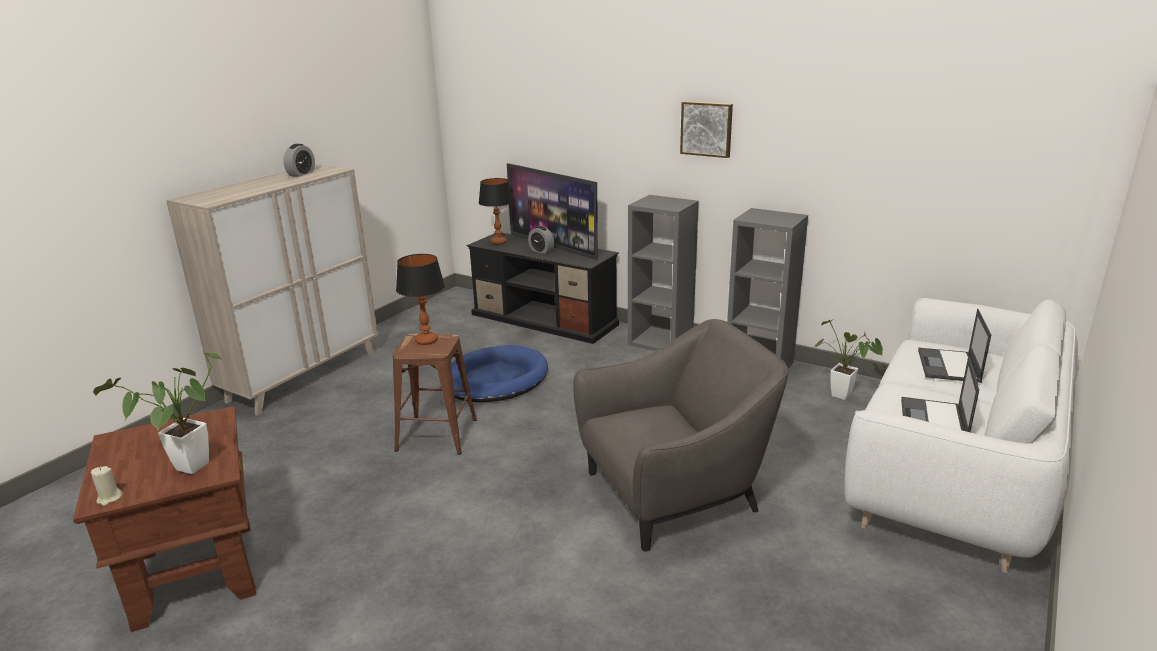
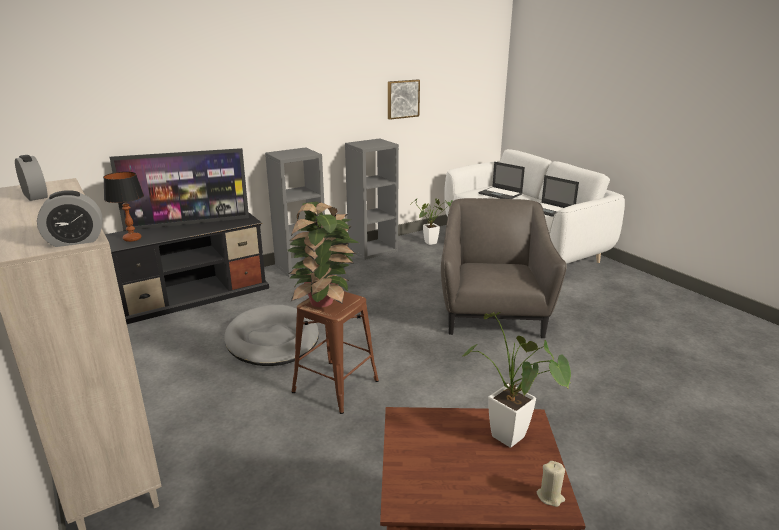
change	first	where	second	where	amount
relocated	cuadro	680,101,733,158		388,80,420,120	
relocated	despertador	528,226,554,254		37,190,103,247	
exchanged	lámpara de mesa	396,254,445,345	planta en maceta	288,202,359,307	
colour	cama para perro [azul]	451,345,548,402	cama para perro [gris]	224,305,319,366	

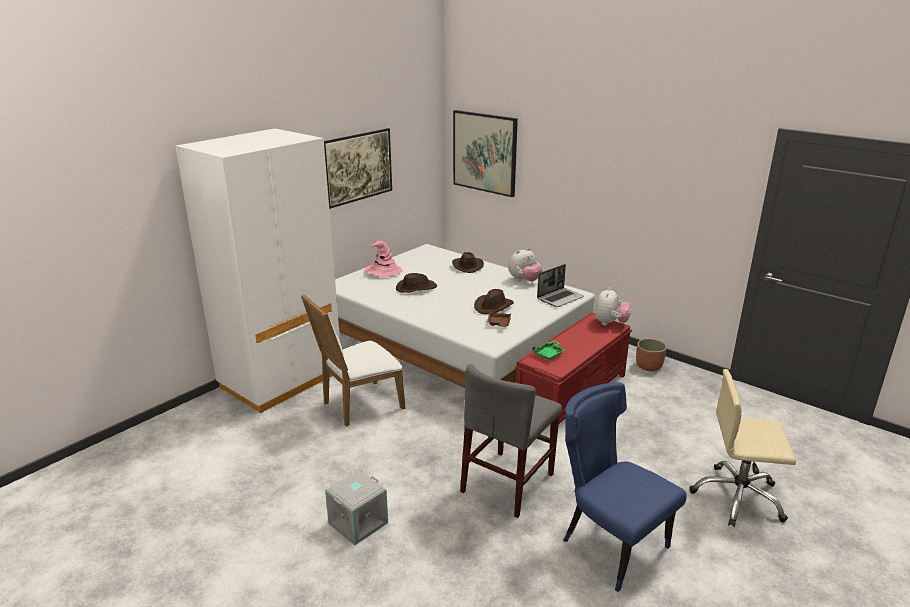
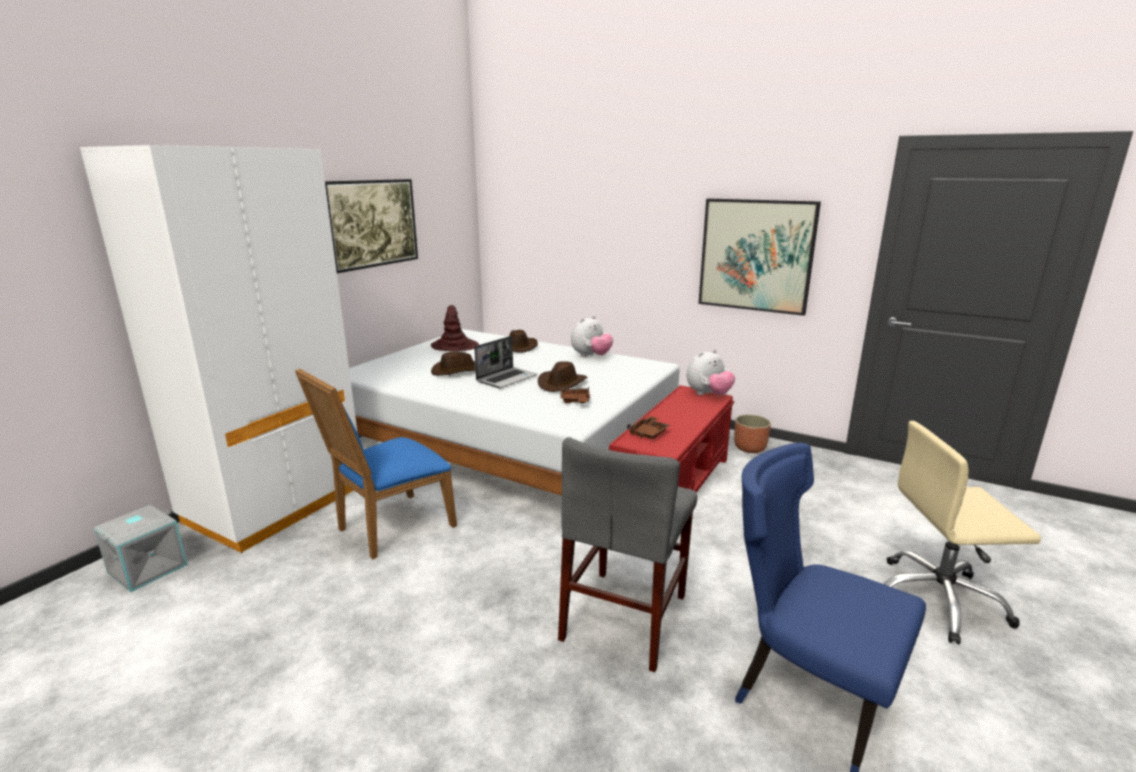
change	first	where	second	where	amount
relocated	cuadro	453,110,518,197		698,198,821,316	
missing	sombrero [rosa]	364,241,403,277			
relocated	portátil	537,264,584,307		474,336,537,388	
spun	peluche	594,287,631,326		687,349,735,395	45 degrees clockwise
colour	silla [blanco]	301,294,406,426	silla [azul]	295,368,457,559	
colour	bandeja [verde]	532,341,565,360	bandeja [marrón]	627,416,670,439	
relocated	caja de almacenaje [gris]	325,470,388,545		93,505,188,592	
appeared			sombrero [marrón]	431,305,479,351	

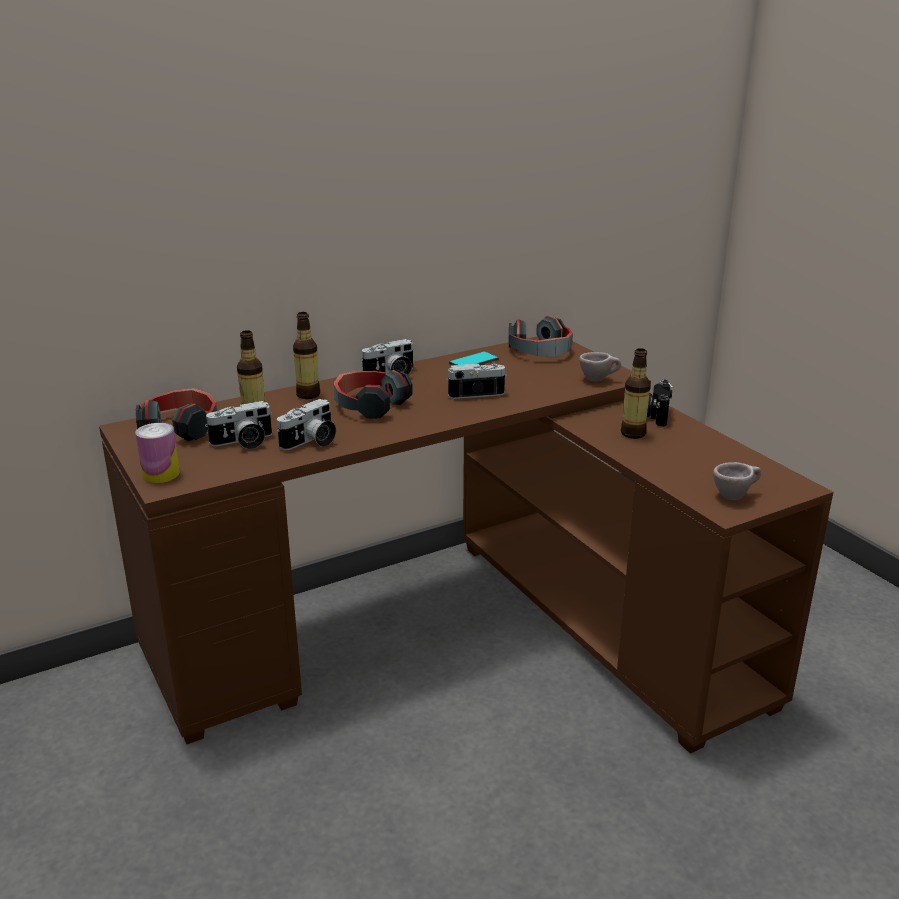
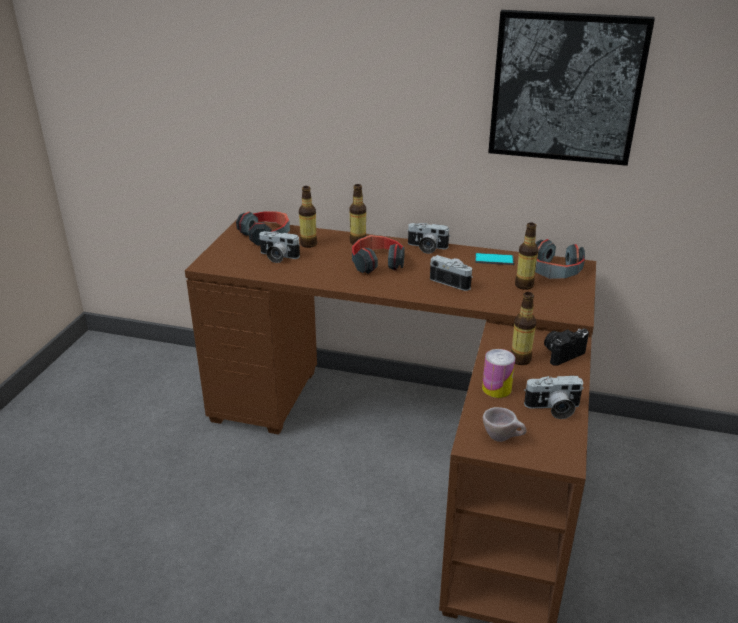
change	first	where	second	where	amount
missing	taza [beis]	579,352,621,381			
relocated	cámara	277,399,336,450		524,375,584,419	
relocated	lata	135,423,180,483		482,349,515,398	
appeared			cuadro	488,10,655,166	
appeared			botella	515,222,538,290	

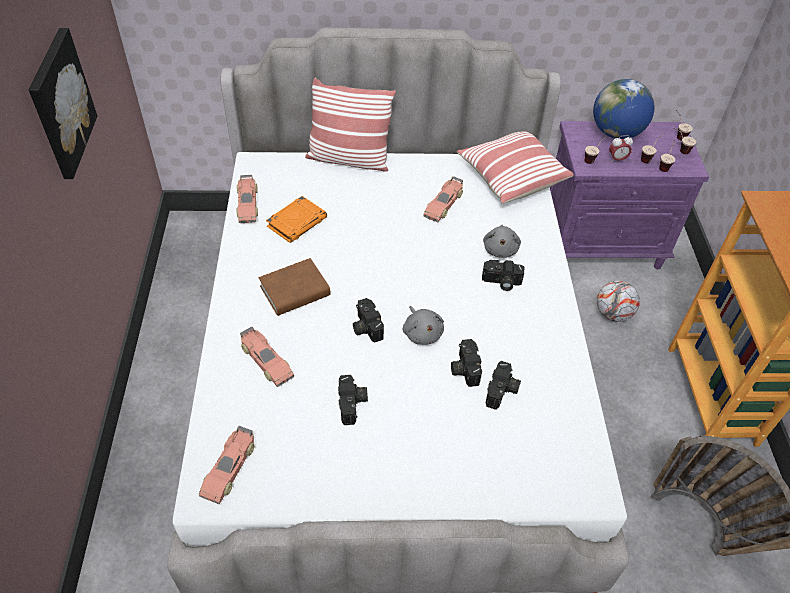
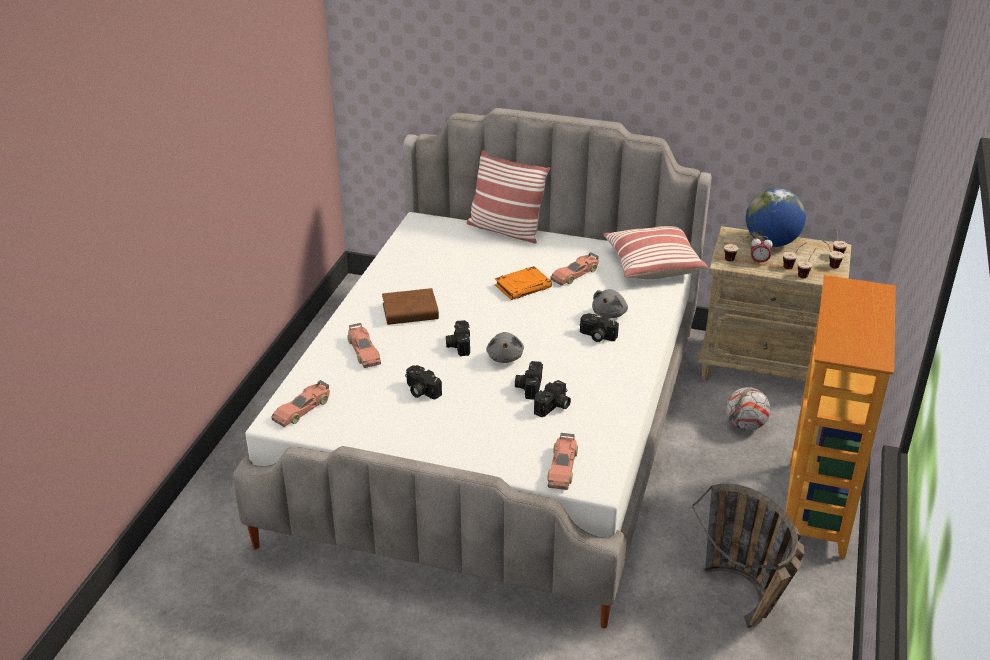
change	first	where	second	where	amount
missing	cuadro	29,28,97,179			
colour	mesita de noche [morado]	550,121,709,269	mesita de noche [beis]	698,226,851,381	
relocated	coche de juguete	237,175,258,223		547,433,578,490	
relocated	libro [naranja]	266,196,327,243		495,266,552,300	
spun	cámara	338,375,368,425		405,365,442,400	120 degrees clockwise

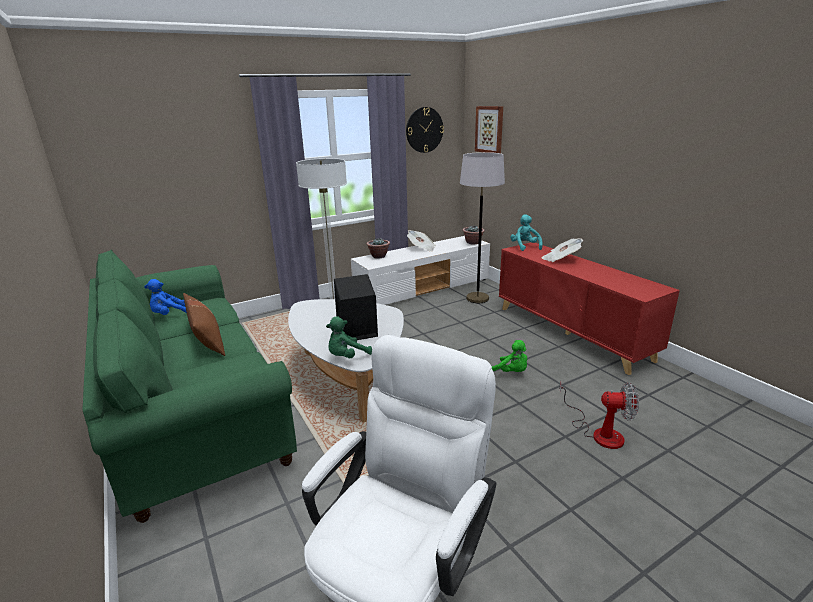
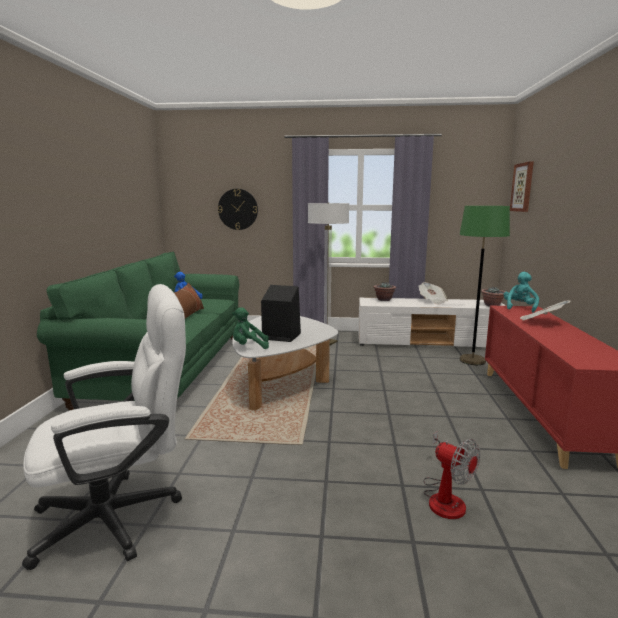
change	first	where	second	where	amount
relocated	reloj de pared	406,107,444,153		218,189,258,230	
colour	lámpara de pie [gris]	460,152,505,303	lámpara de pie [verde]	459,206,510,365	
missing	peluche [verde]	492,340,527,372			

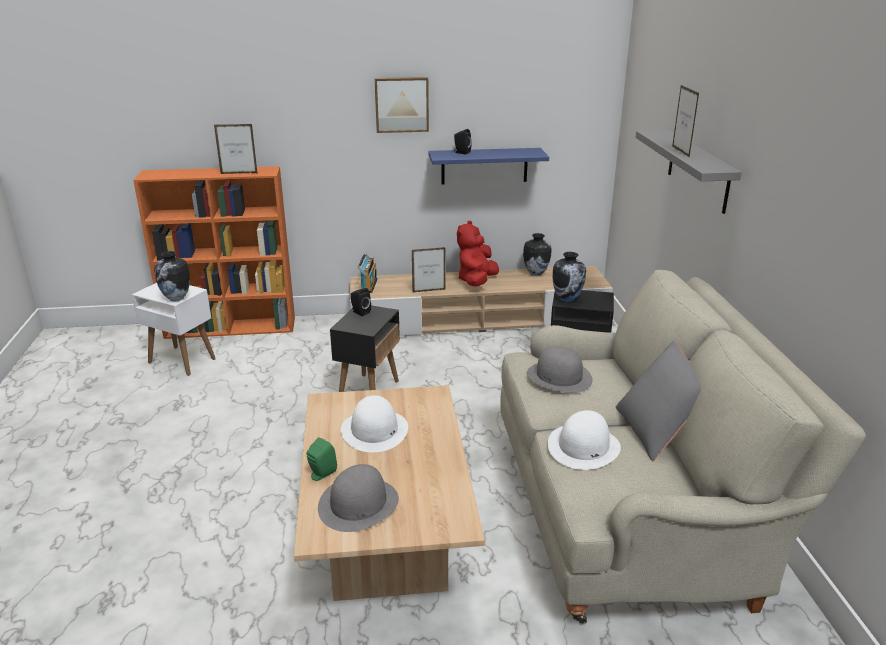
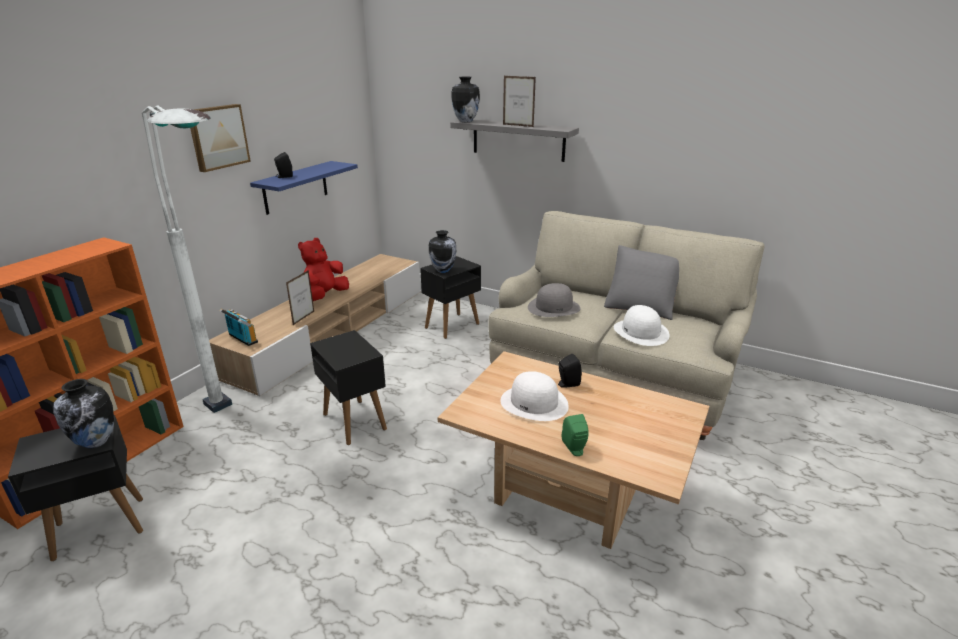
change	first	where	second	where	amount
missing	portarretratos	214,124,257,174			
spun	peluche [rojo]	457,221,499,287		298,238,349,301	60 degrees clockwise
relocated	florero	523,233,552,276		452,77,480,122	
colour	mesa auxiliar [blanco]	132,283,216,376	mesa auxiliar [negro]	8,415,143,561	
relocated	altavoz [negro]	351,288,371,316		558,354,582,388	
missing	sombrero [gris]	318,464,399,532			
appeared			lámpara de pie [blanco]	142,106,232,413	

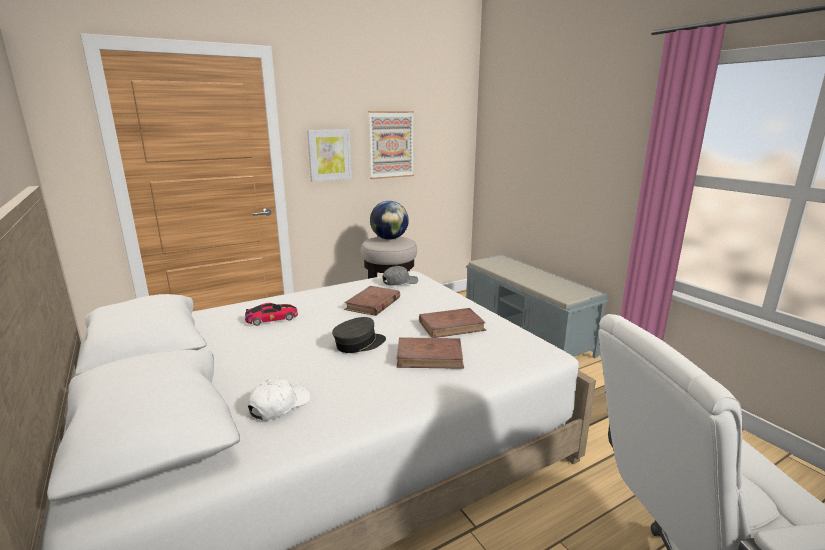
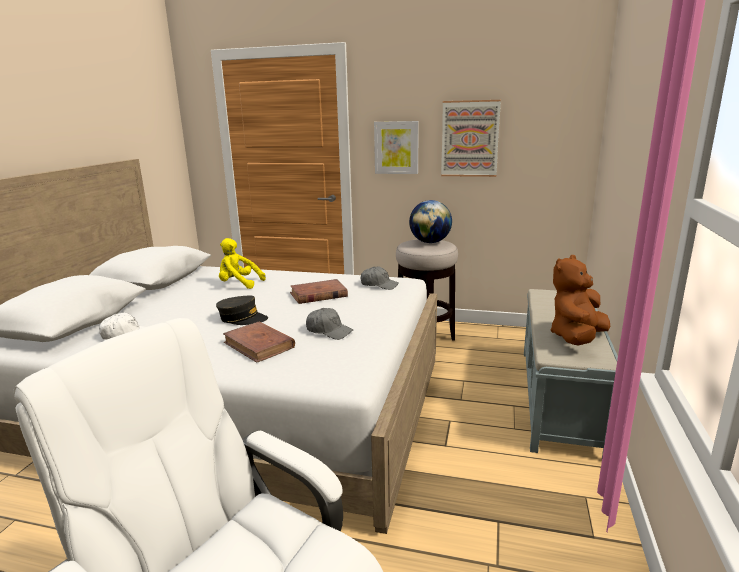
change	first	where	second	where	amount
exchanged	coche de juguete	245,303,298,326	peluche [amarillo]	219,238,266,289	
exchanged	libro [marrón]	419,308,486,338	gorra [gris]	306,308,353,340	
appeared			peluche [marrón]	550,255,610,346	

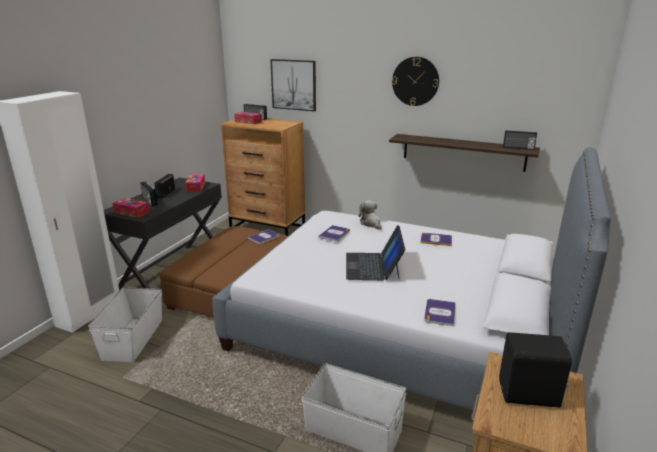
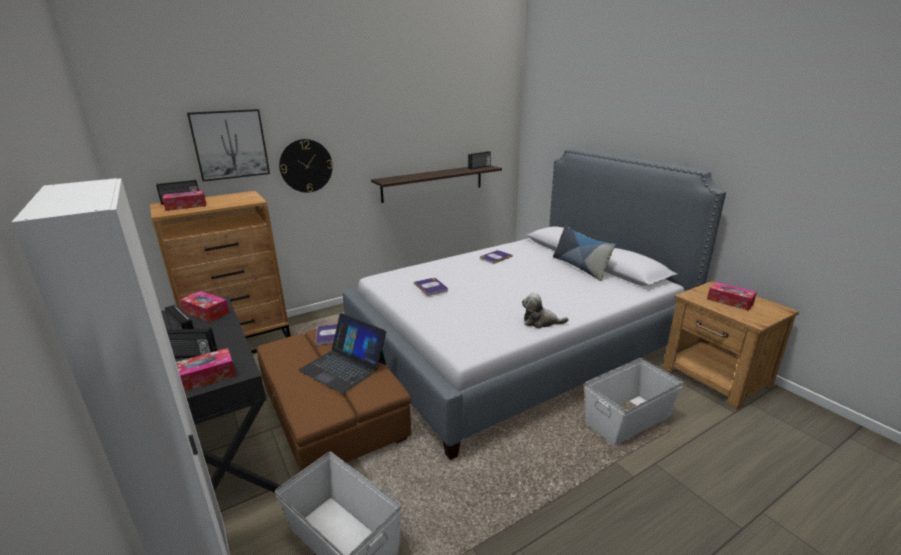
change	first	where	second	where	amount
relocated	reloj de pared	392,57,439,106		279,139,333,193	
relocated	peluche	359,200,382,230		522,293,569,328	
relocated	portátil	346,225,405,280		299,313,386,394	
missing	libro	424,299,455,326			
exchanged	altavoz [negro]	499,332,572,408	caja de pañuelos	707,282,757,311	
appeared			cojín	553,225,615,281	

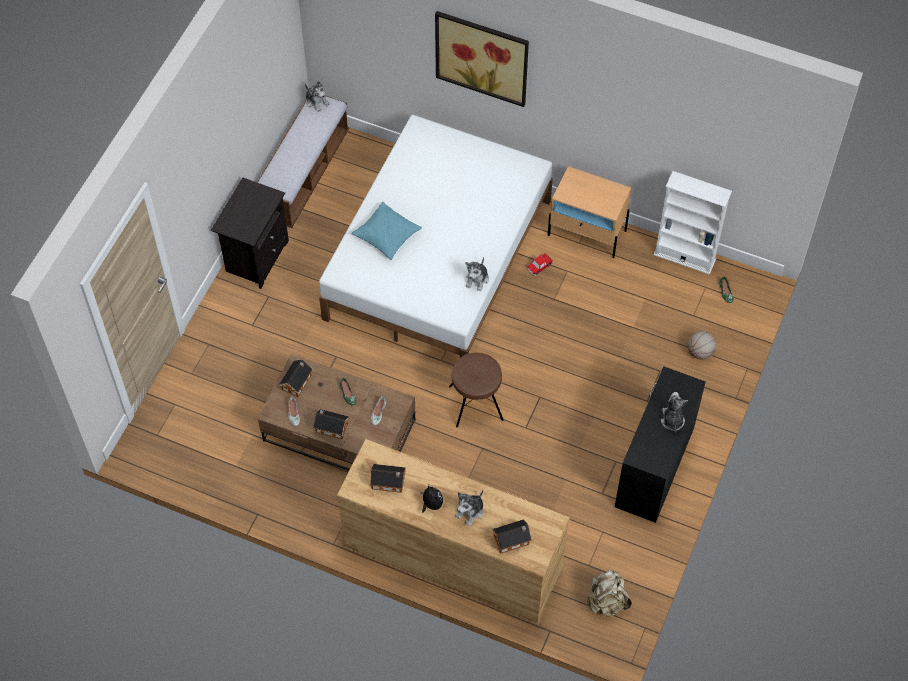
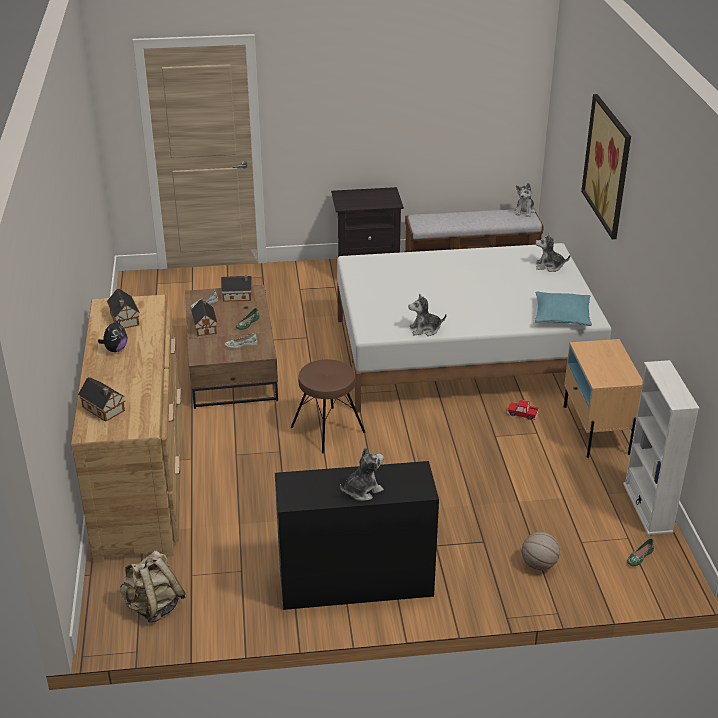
change	first	where	second	where	amount
relocated	cojín [turquesa]	352,202,422,260		535,291,592,326	
relocated	peluche	455,490,484,526		535,233,570,272	

